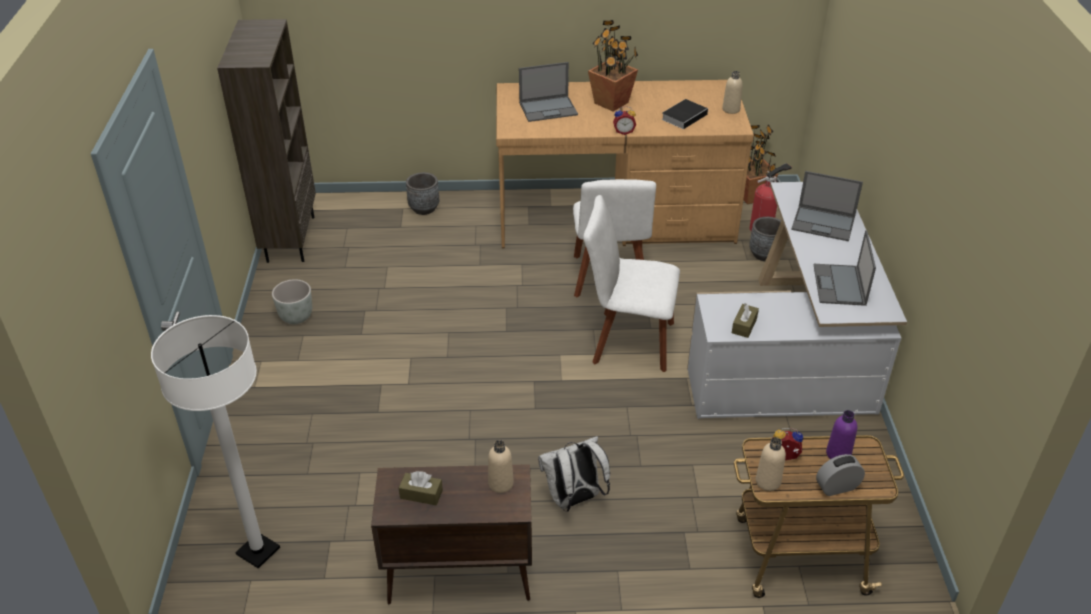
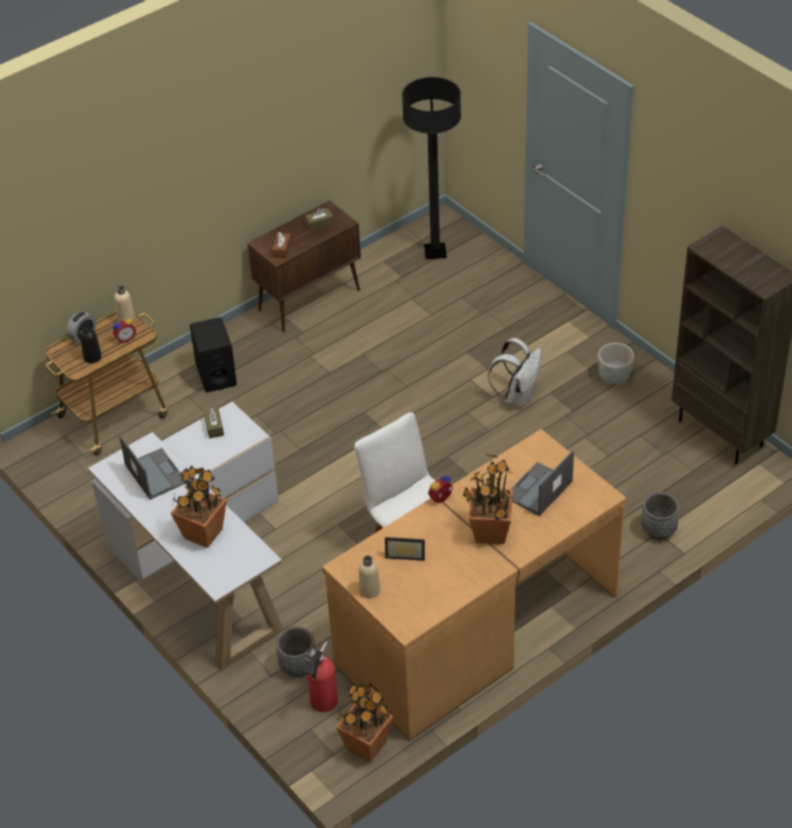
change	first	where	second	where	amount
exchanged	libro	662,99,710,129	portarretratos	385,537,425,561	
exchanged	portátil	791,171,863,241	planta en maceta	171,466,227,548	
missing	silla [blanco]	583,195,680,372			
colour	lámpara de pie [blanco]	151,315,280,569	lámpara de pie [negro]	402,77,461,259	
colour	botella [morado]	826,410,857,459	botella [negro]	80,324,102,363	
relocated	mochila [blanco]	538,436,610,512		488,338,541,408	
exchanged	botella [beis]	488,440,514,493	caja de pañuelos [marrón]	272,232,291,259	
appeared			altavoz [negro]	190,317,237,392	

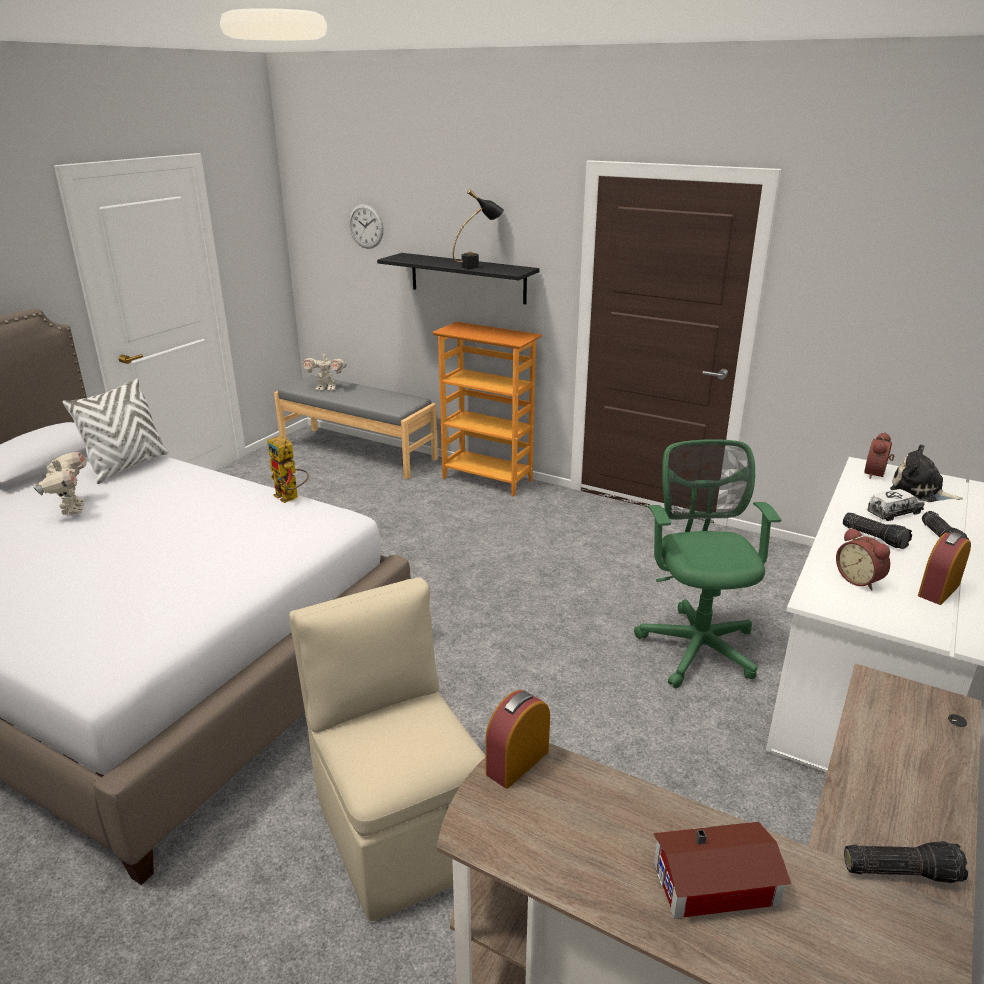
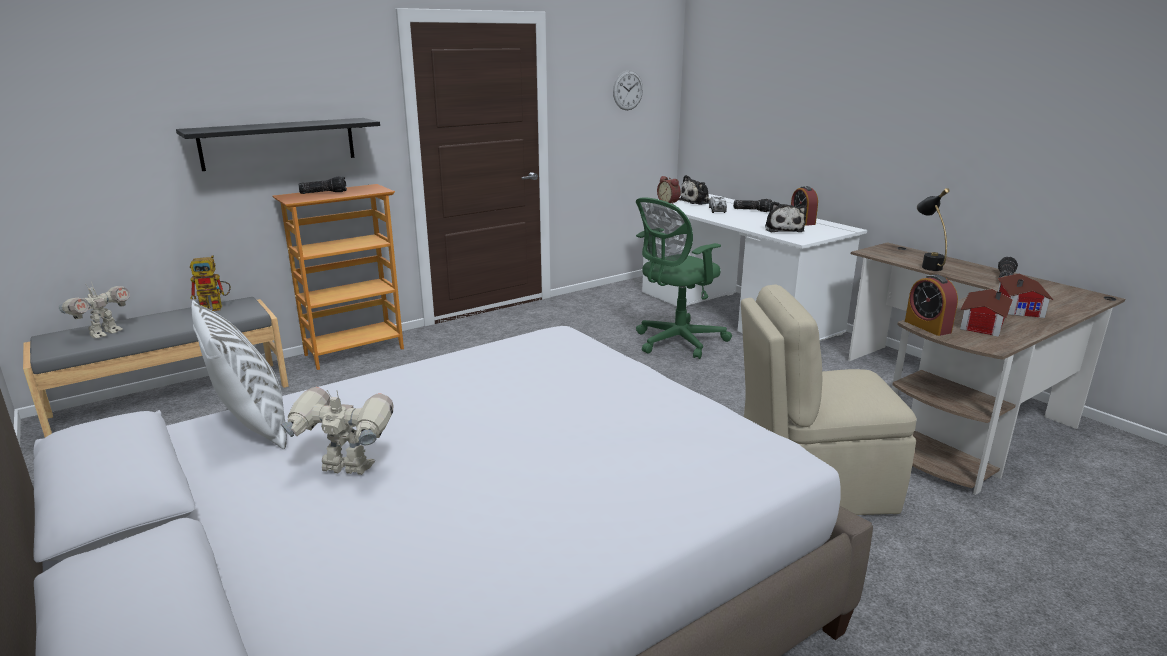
change	first	where	second	where	amount
relocated	lámpara de mesa [negro]	453,189,504,269		917,188,950,271	
relocated	reloj de pared	349,204,384,249		613,70,643,110	
relocated	robot de juguete	267,436,309,503		190,255,231,311	
spun	silla de oficina [verde]	634,439,782,688		636,197,732,359	60 degrees counterclockwise
relocated	linterna	843,512,912,549		298,176,347,194	
exchanged	despertador	836,528,890,591	peluche	765,201,807,232	
appeared			casita	960,289,1013,337	

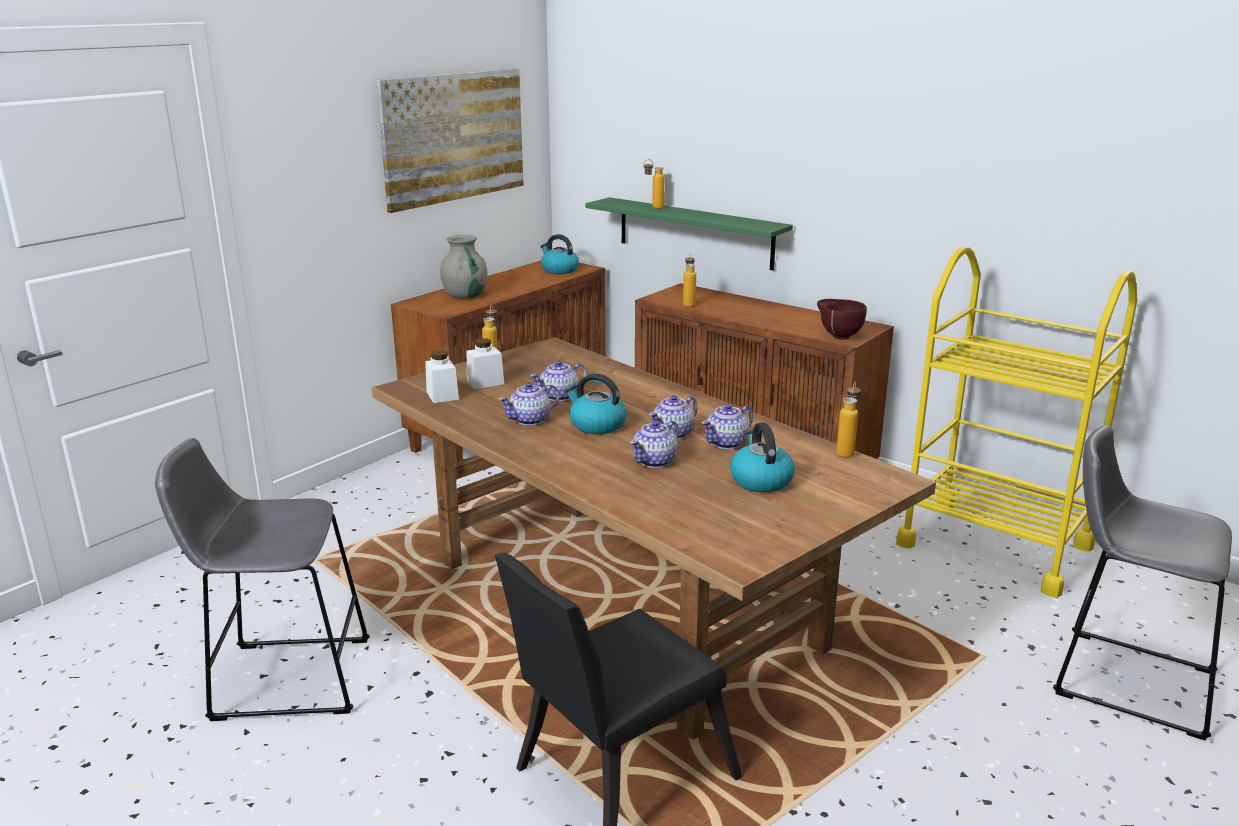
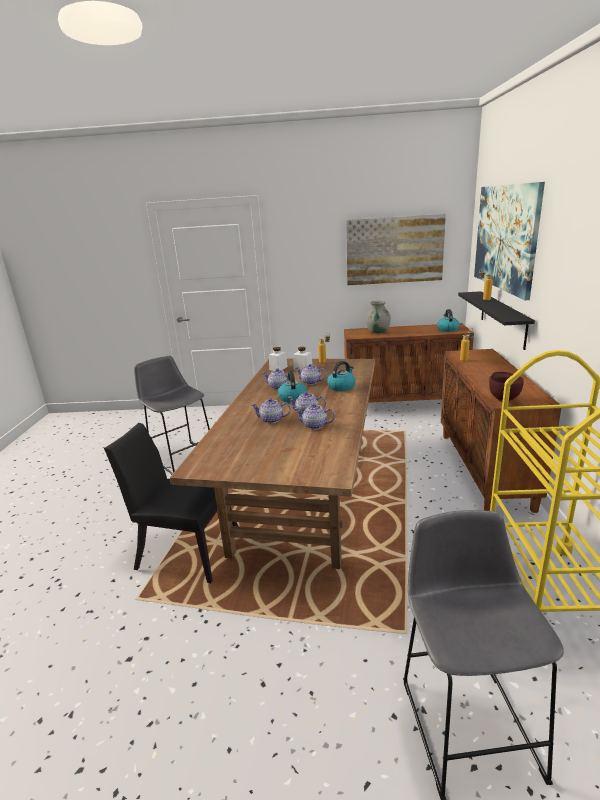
change	first	where	second	where	amount
colour	estante [verde]	585,197,793,270	estante [negro]	458,291,535,350	
missing	botella	836,381,861,458			
relocated	hervidor	730,423,795,492		327,361,356,391	
appeared			cuadro	474,182,545,300	

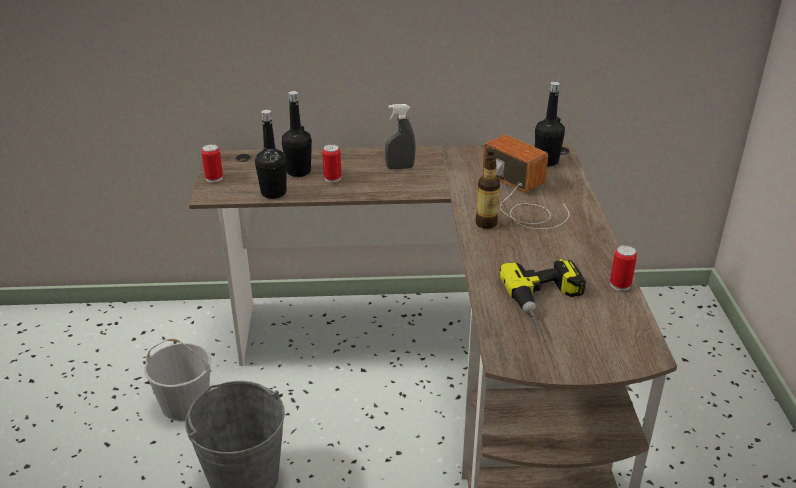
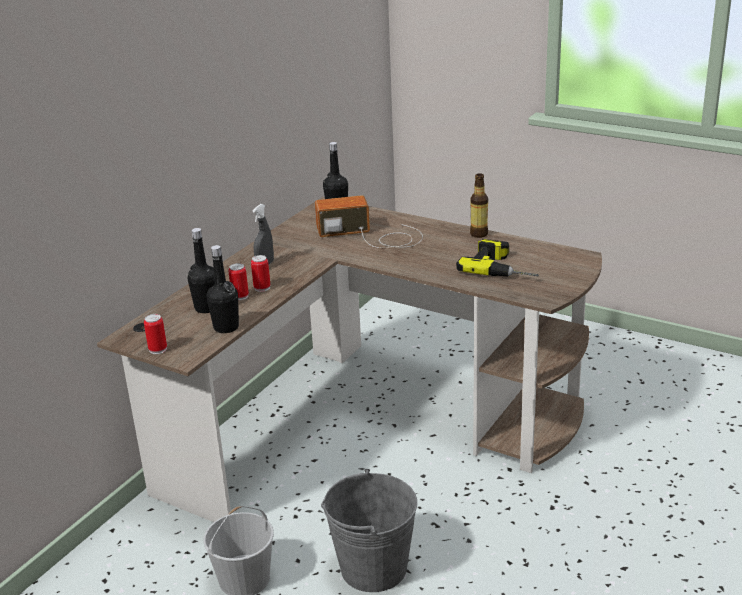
change	first	where	second	where	amount
relocated	botella	476,152,500,229		470,173,488,238	
relocated	lata	610,245,637,291		251,255,271,292	

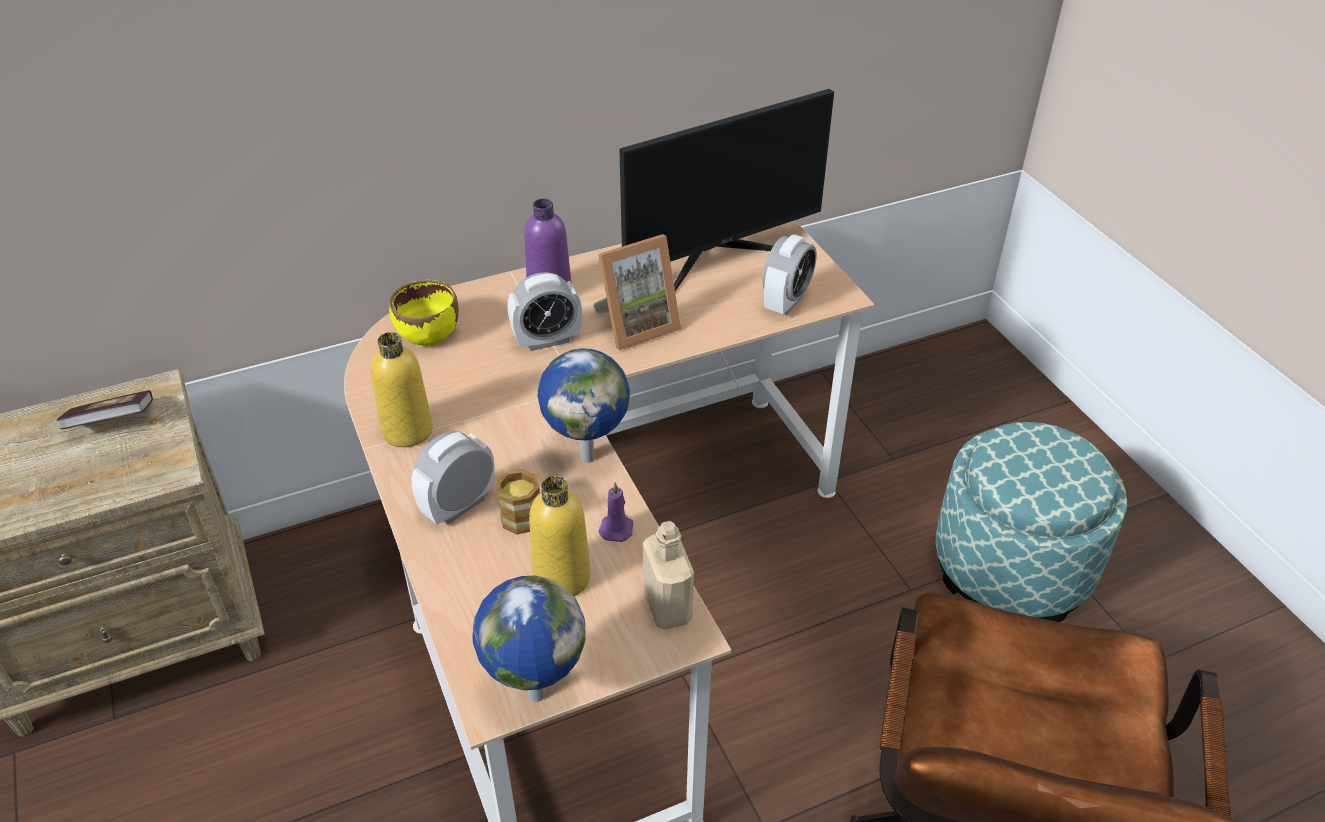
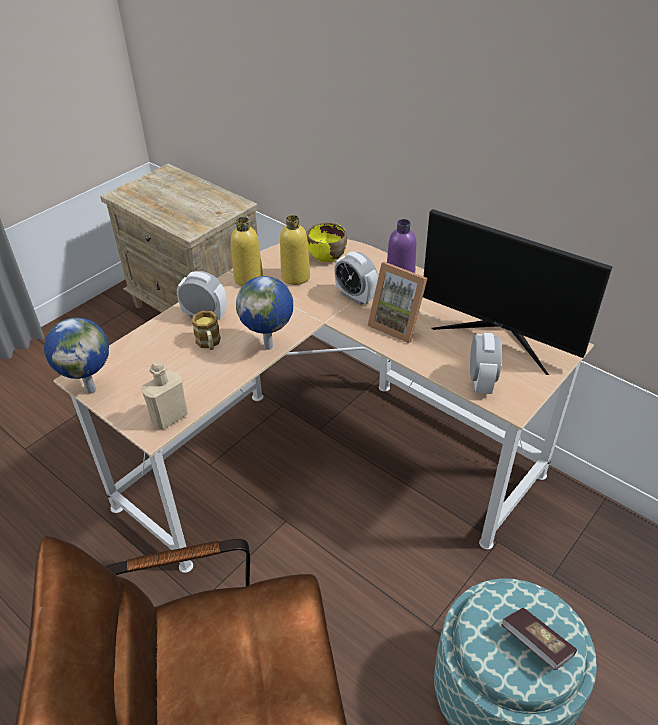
change	first	where	second	where	amount
spun	despertador	763,234,817,316		470,333,502,394	90 degrees counterclockwise
relocated	libro	56,390,153,429		501,608,577,671	
relocated	botella [amarillo]	529,476,591,596		280,215,310,285	
missing	vela [morado]	598,482,633,542			

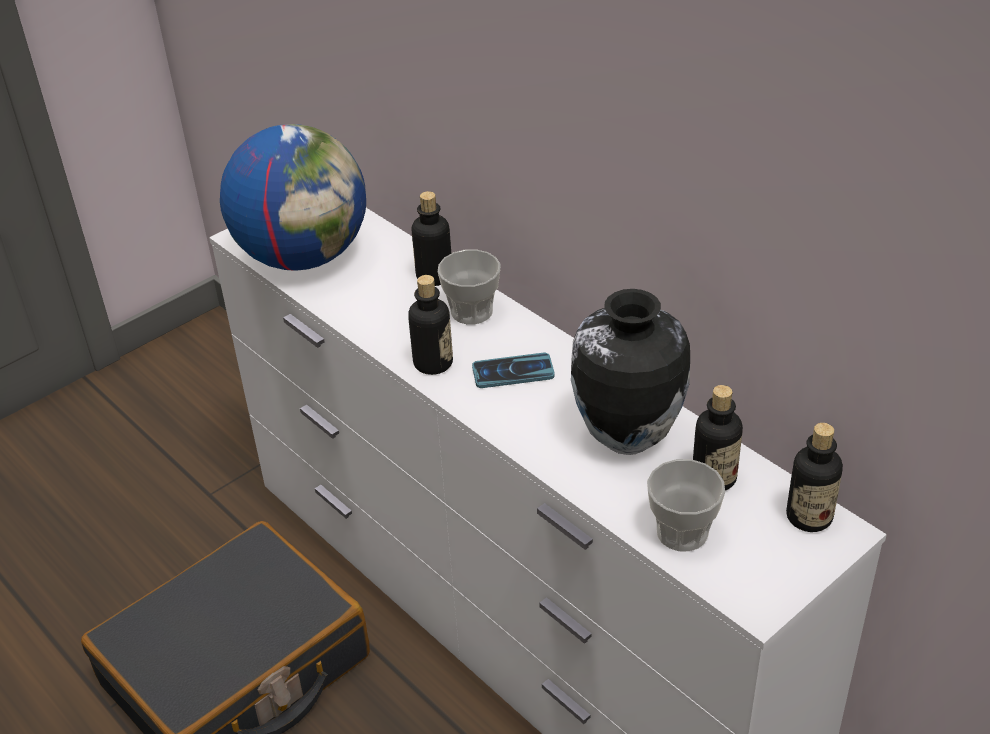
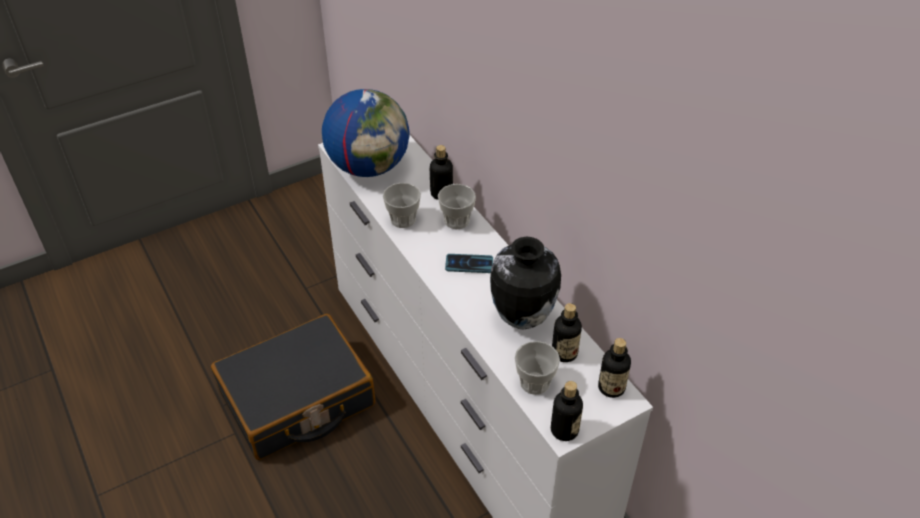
change	first	where	second	where	amount
relocated	botella	408,275,453,375		551,381,583,441	
appeared			taza	383,183,421,228	

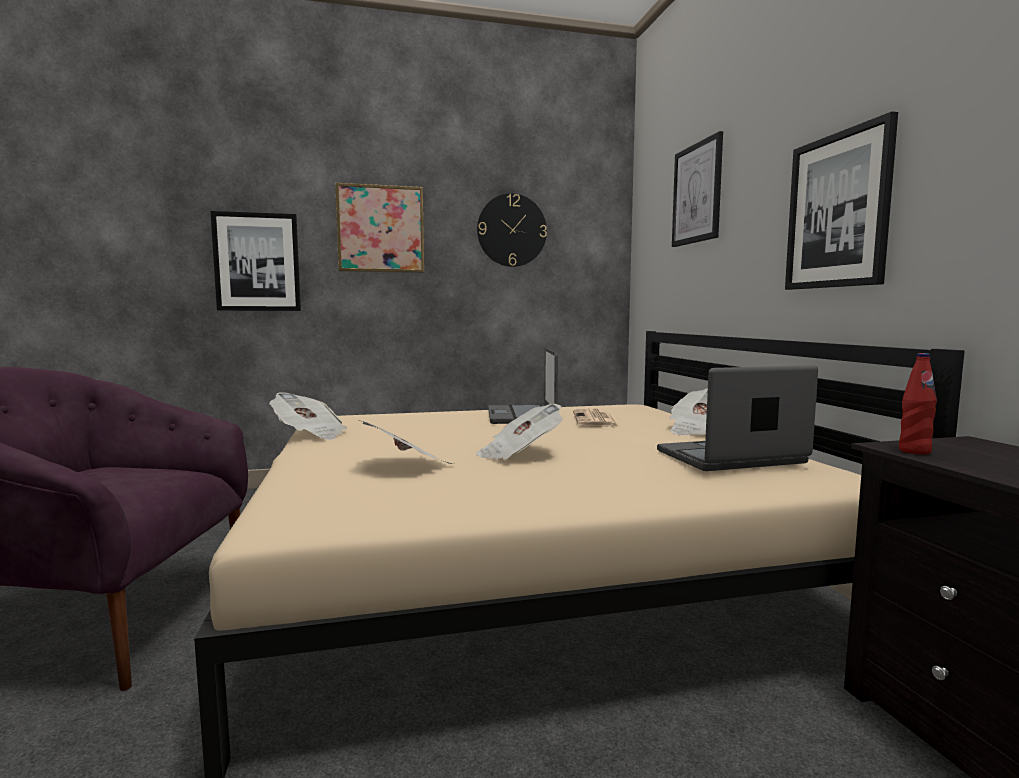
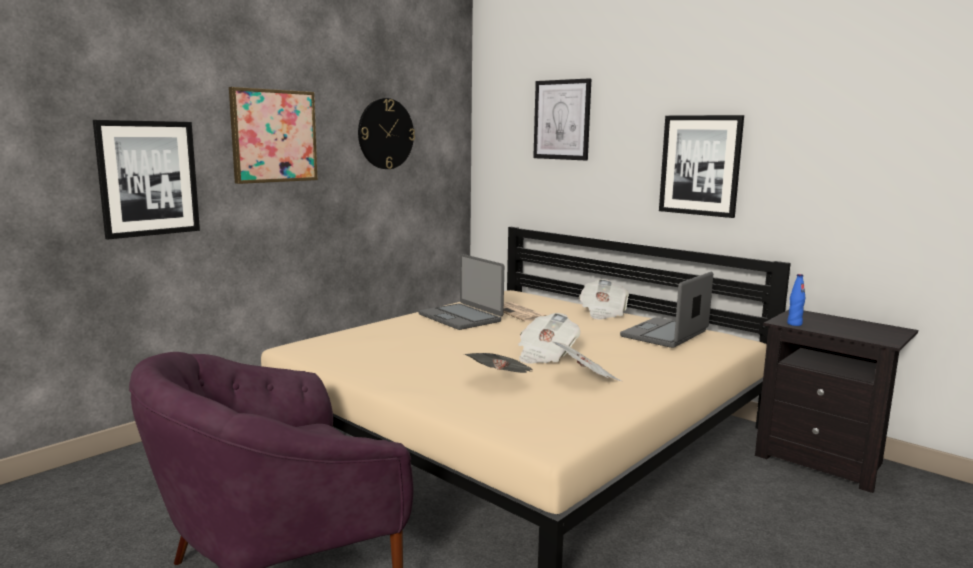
change	first	where	second	where	amount
colour	botella [rojo]	899,353,937,455	botella [azul]	787,274,805,326	
relocated	periódico	270,392,347,440		550,341,621,381	

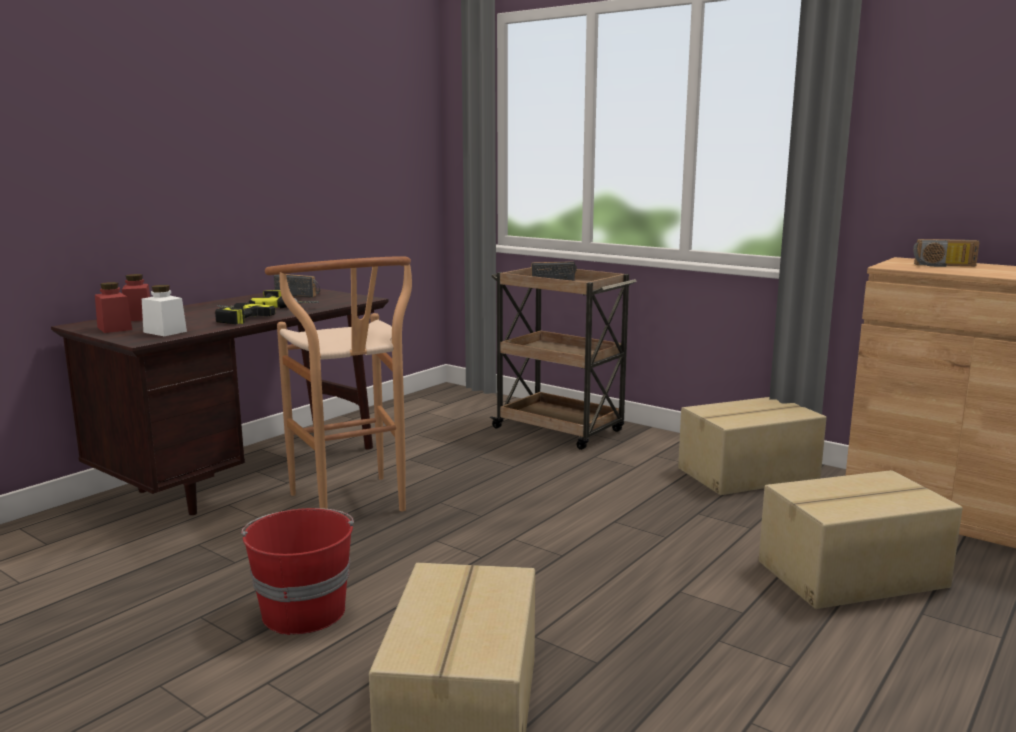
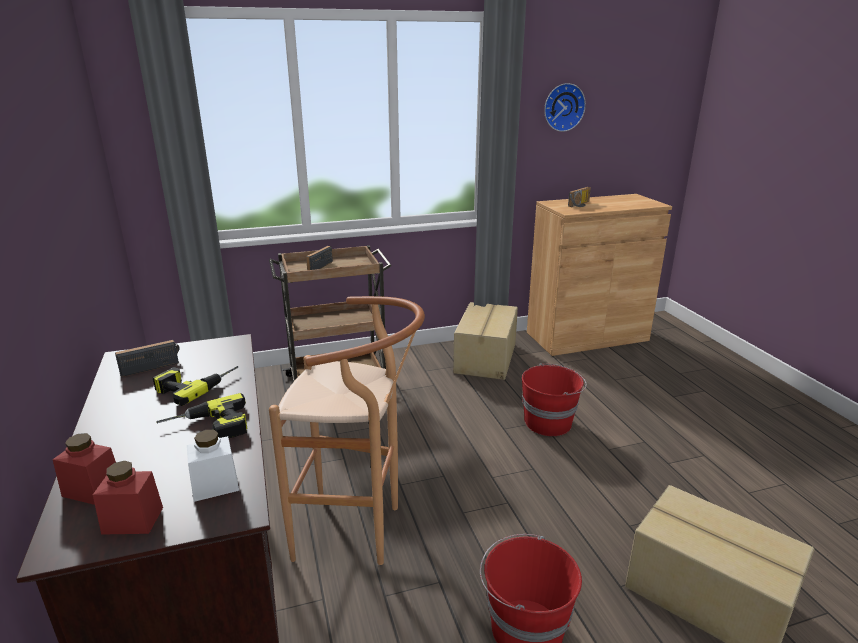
change	first	where	second	where	amount
missing	caja de cartón	759,470,963,609			
appeared			reloj de pared	544,83,586,132	
appeared			cubo [rojo]	522,363,587,436	

